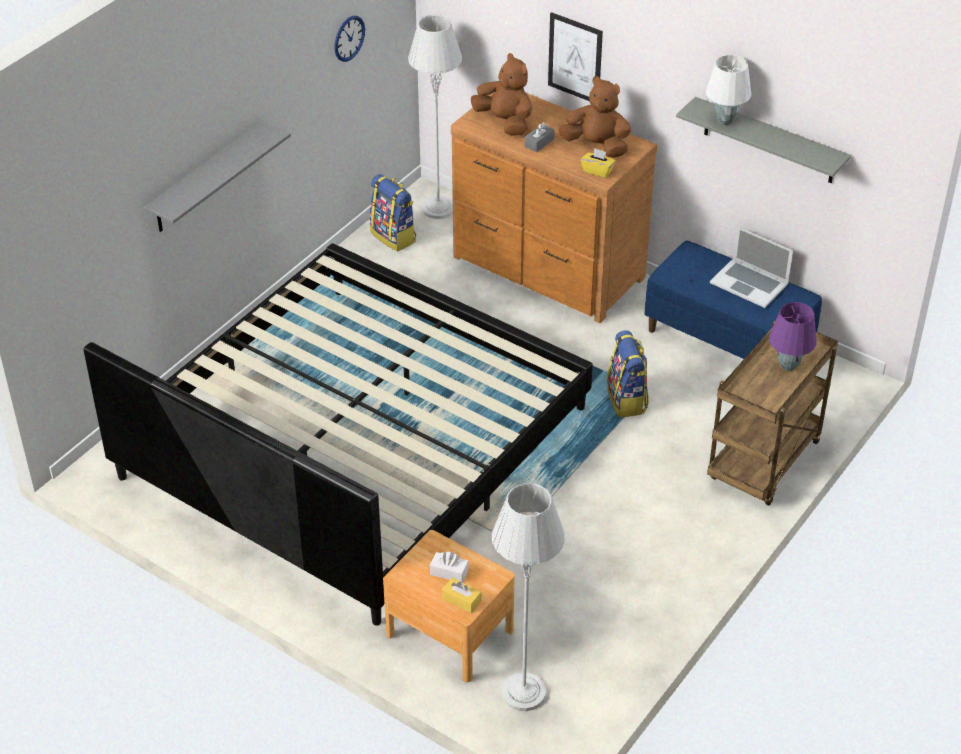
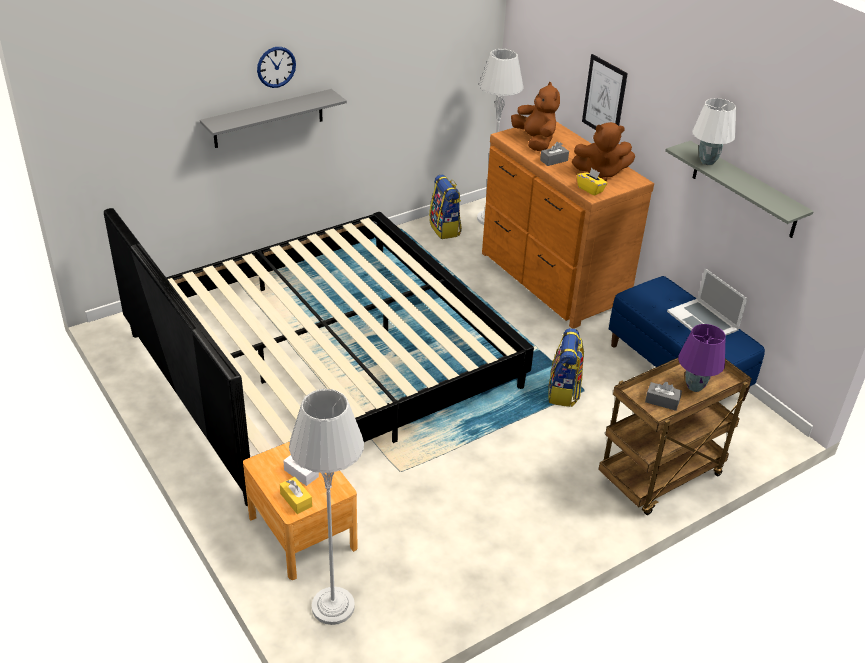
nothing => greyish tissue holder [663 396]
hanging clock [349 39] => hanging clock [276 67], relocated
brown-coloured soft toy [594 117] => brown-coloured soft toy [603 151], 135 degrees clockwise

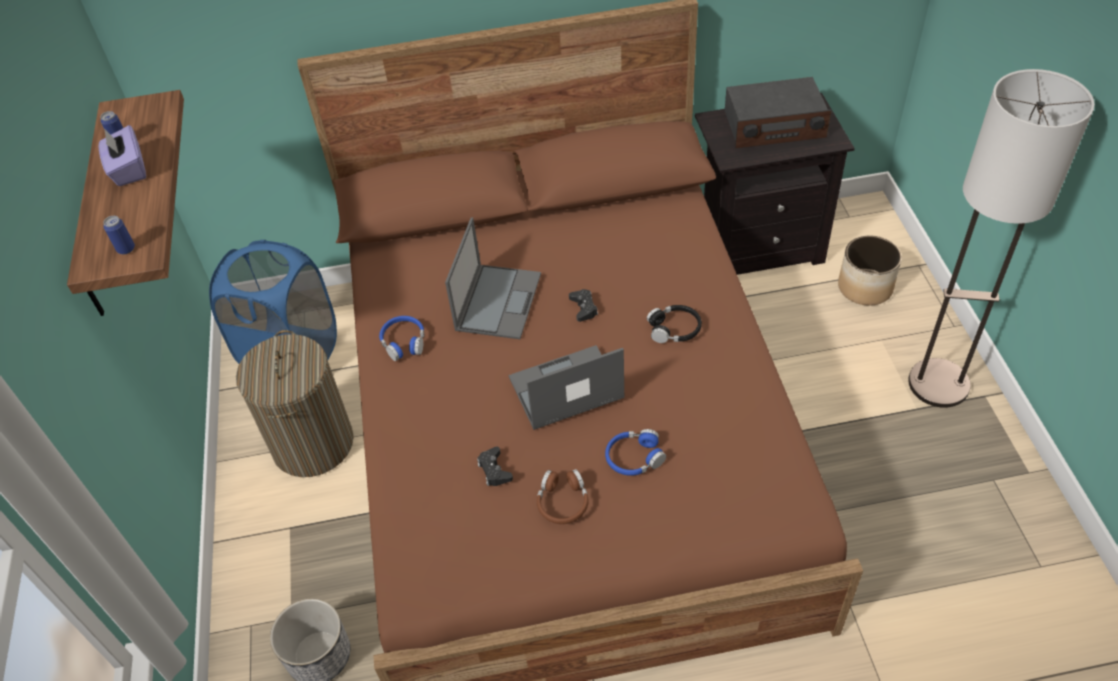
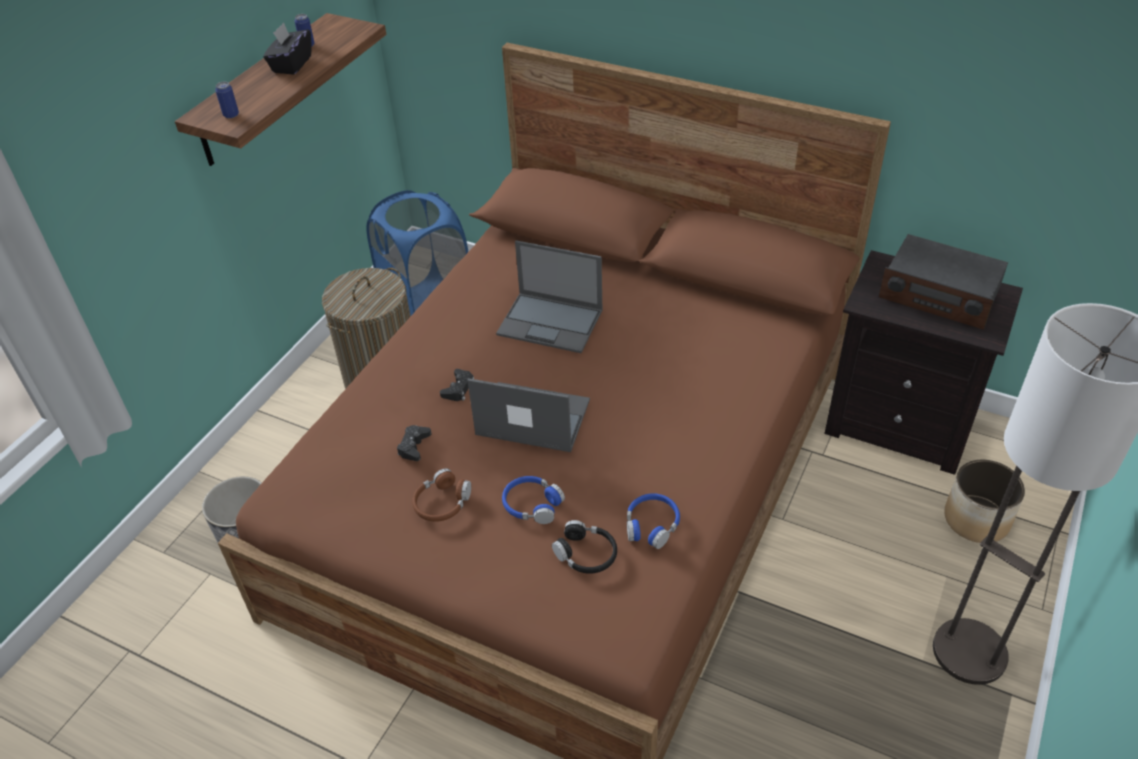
blue-coloured pair of headphones [401 338] => blue-coloured pair of headphones [653 521], relocated
blackish game controller [583 305] => blackish game controller [457 385], relocated
blackish pair of headphones [674 324] => blackish pair of headphones [584 547], relocated
purplish tissue holder [122 155] => blackish tissue holder [287 48]
portable computer [493 278] => portable computer [549 296], 60 degrees clockwise

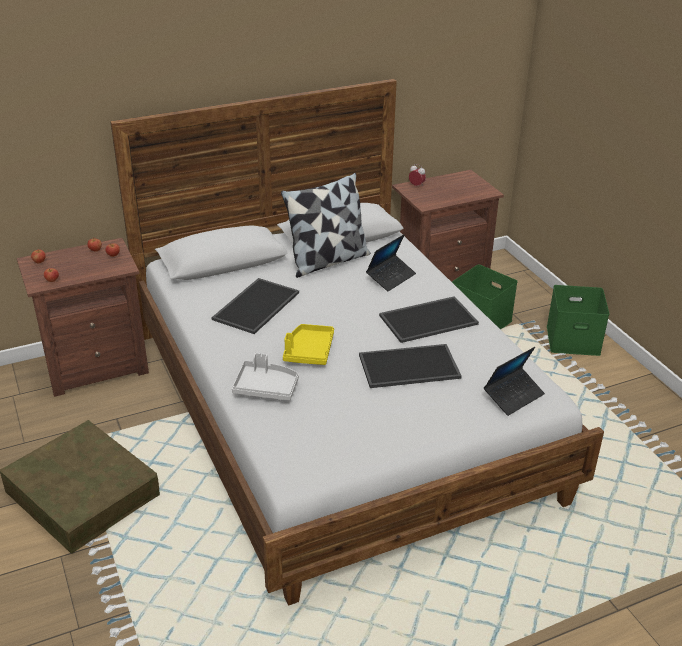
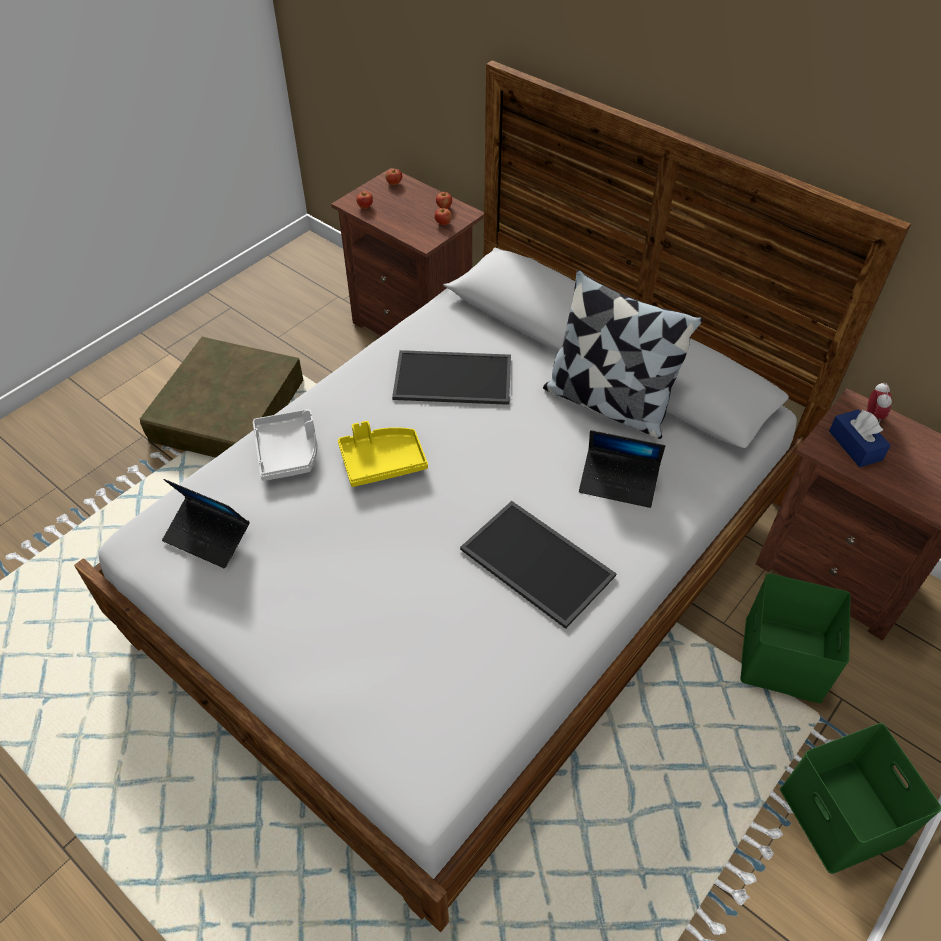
carrying tray [410 366] => nothing
nothing => blue-coloured tissue holder [860 438]
portable computer [514 381] => portable computer [206 523], relocated

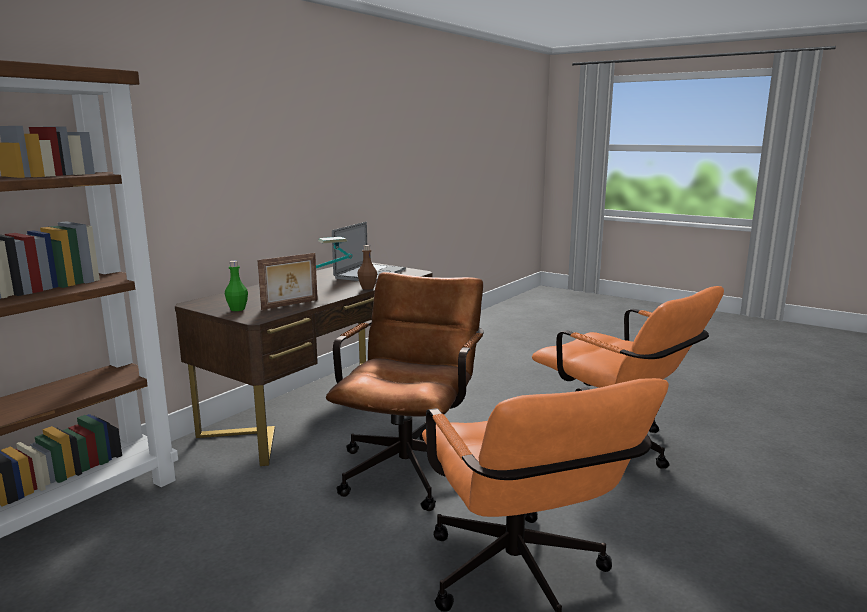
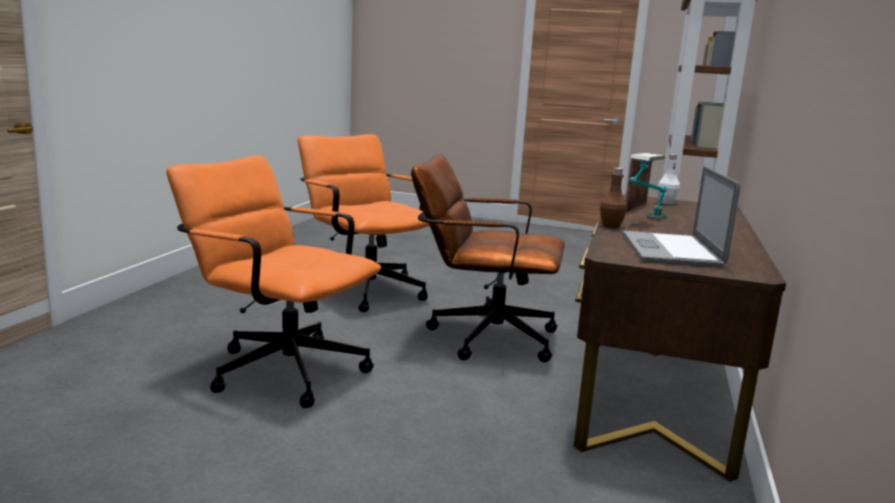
greenish drink bottle [236 286] => white drink bottle [668 179]
brown-coloured computer chair [405 391] => brown-coloured computer chair [488 258], 105 degrees clockwise

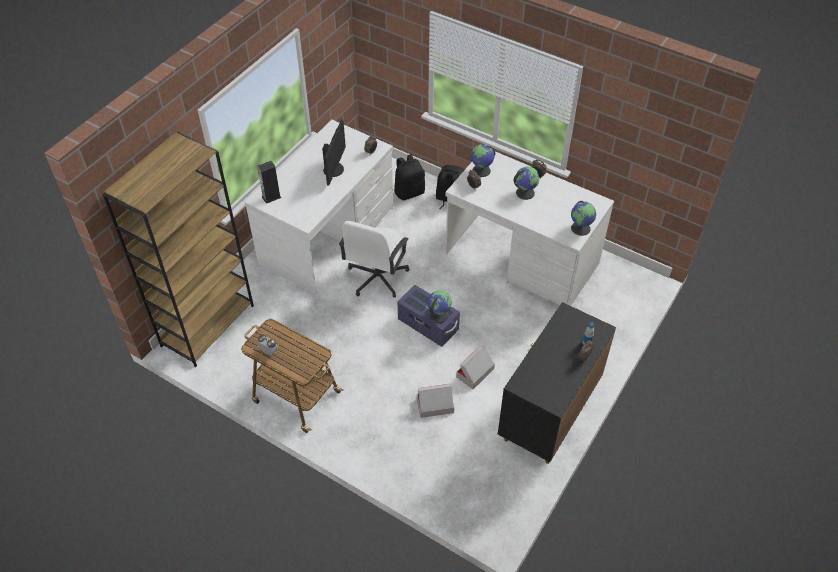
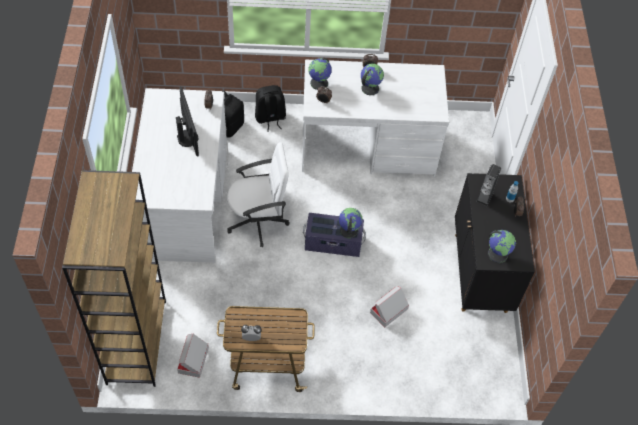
speaker [269 182] => speaker [488 185], relocated
cardboard box [475 367] => cardboard box [193 356], relocated
world globe [584 218] => world globe [502 246], relocated
white computer chair [374 259] => white computer chair [258 194], 90 degrees counterclockwise

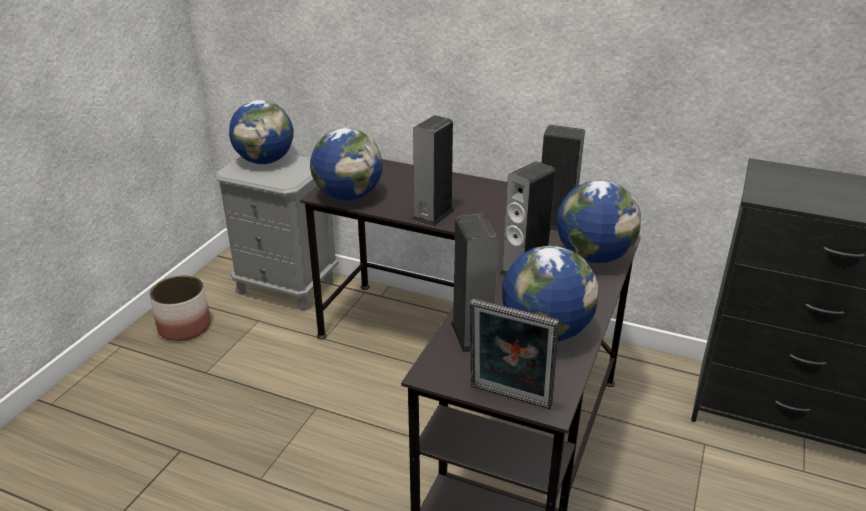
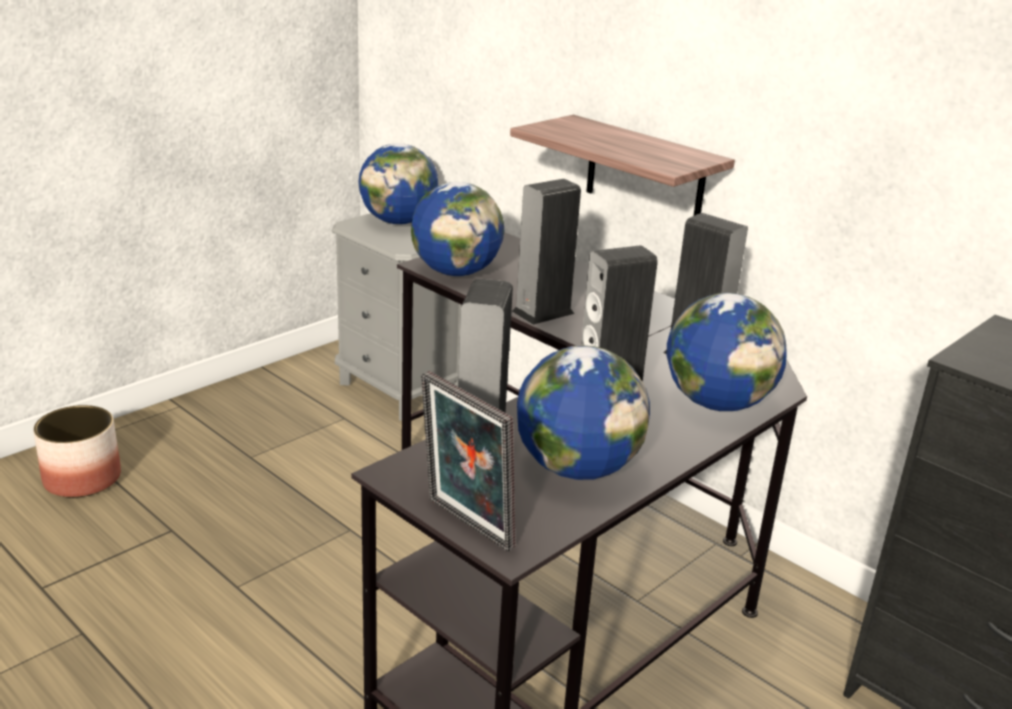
nothing => shelf [622 165]
plant pot [180 308] => plant pot [77 451], relocated

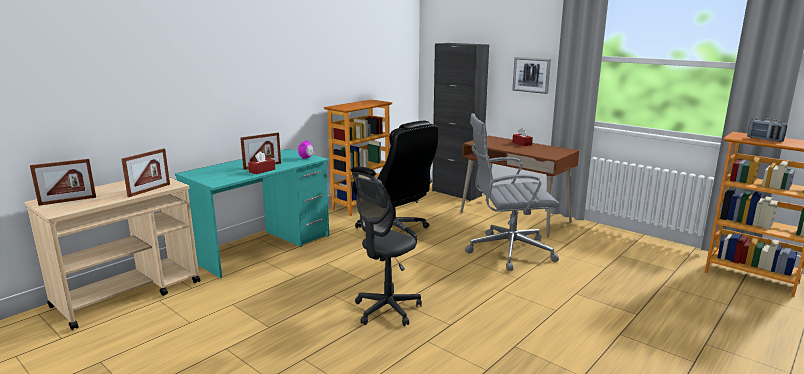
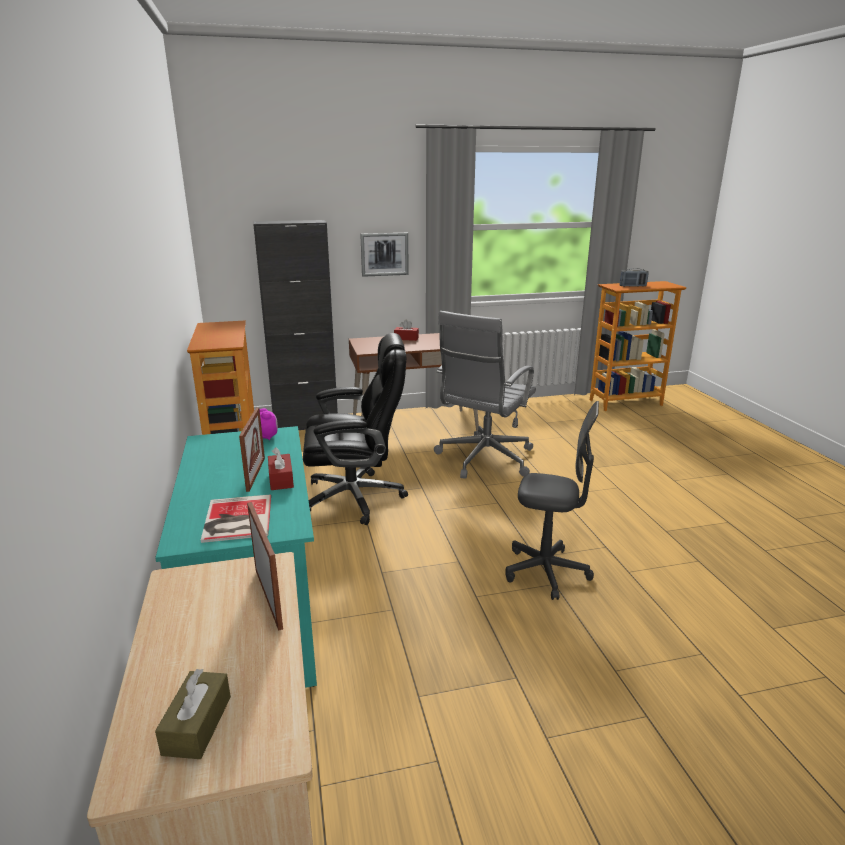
nothing => book [236 519]
photo frame [63 182] => brown-coloured tissue holder [193 714]
greyish computer chair [388 251] => greyish computer chair [552 500], 60 degrees counterclockwise

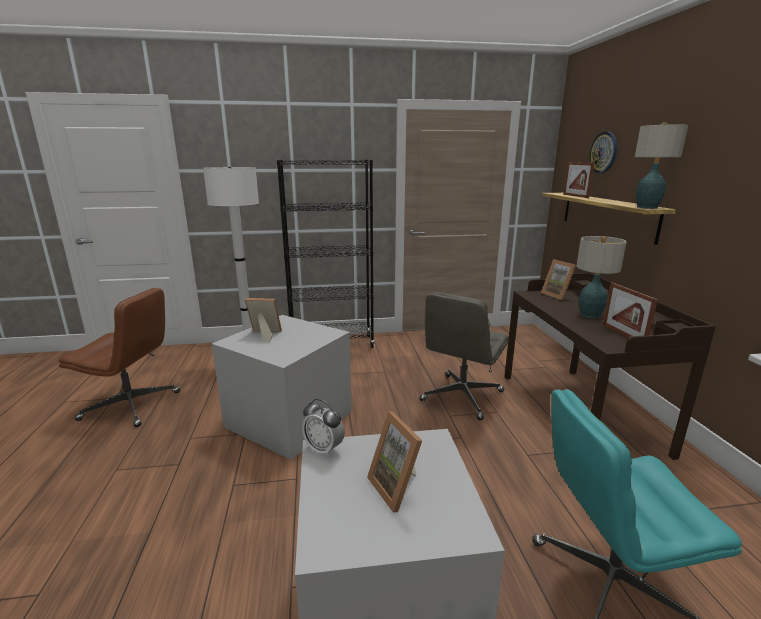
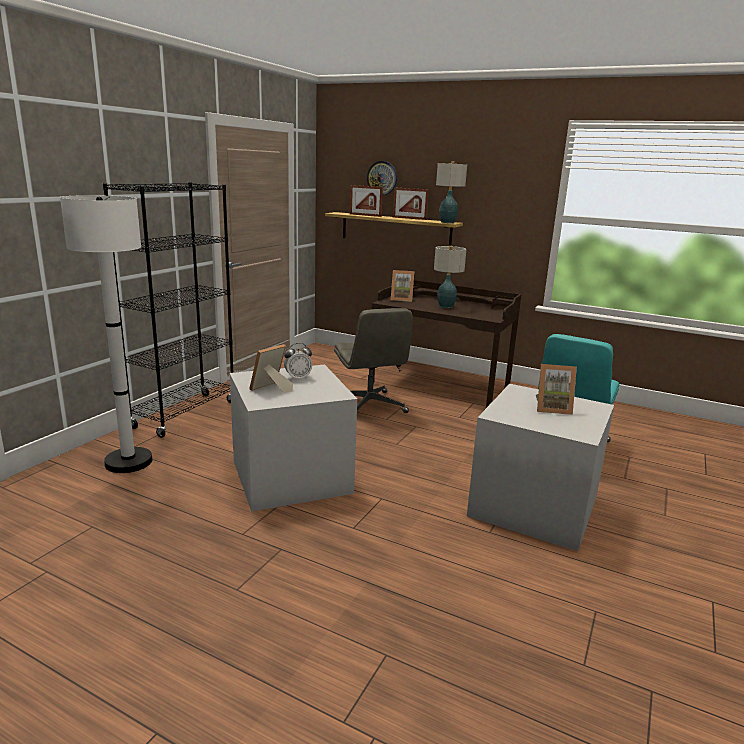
brown-coloured computer chair [119 357] => nothing
bedside clock [323 428] => bedside clock [298 361], relocated
photo frame [630 310] => photo frame [411 204], relocated

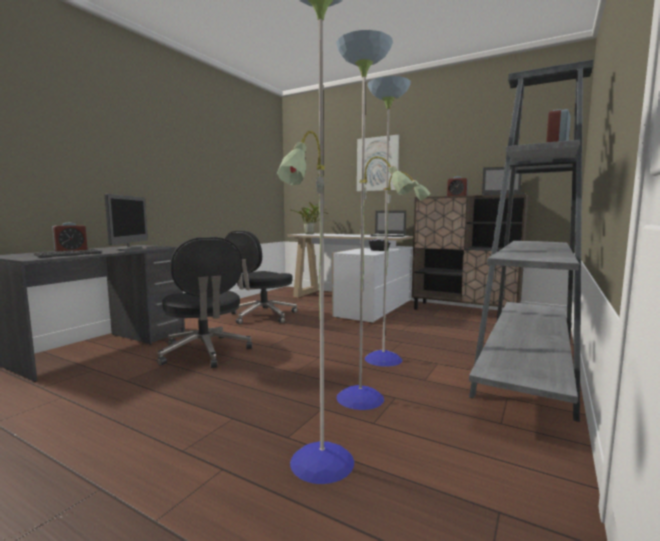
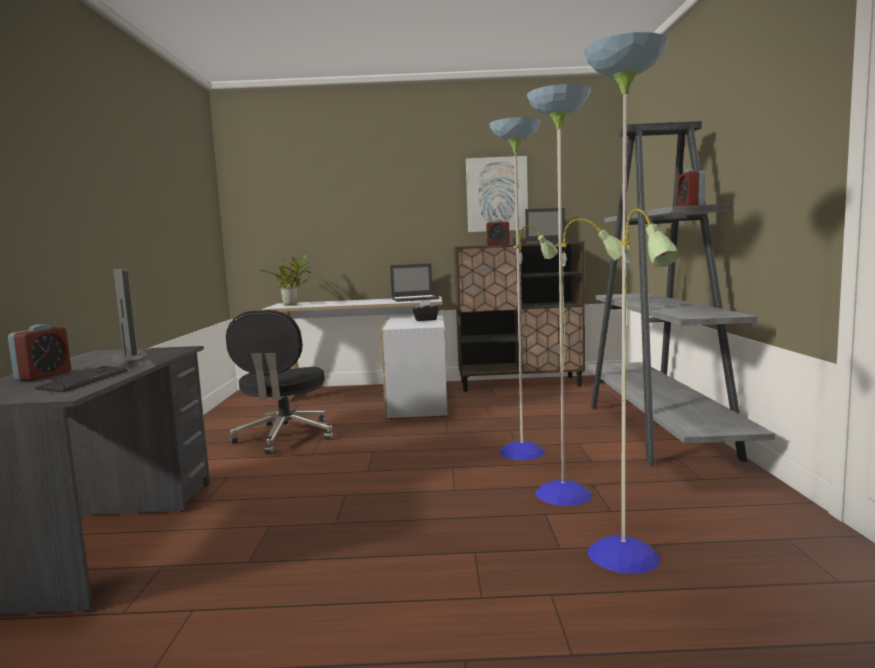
blackish computer chair [204 302] => nothing
wall picture [378 163] => wall picture [497 194], relocated

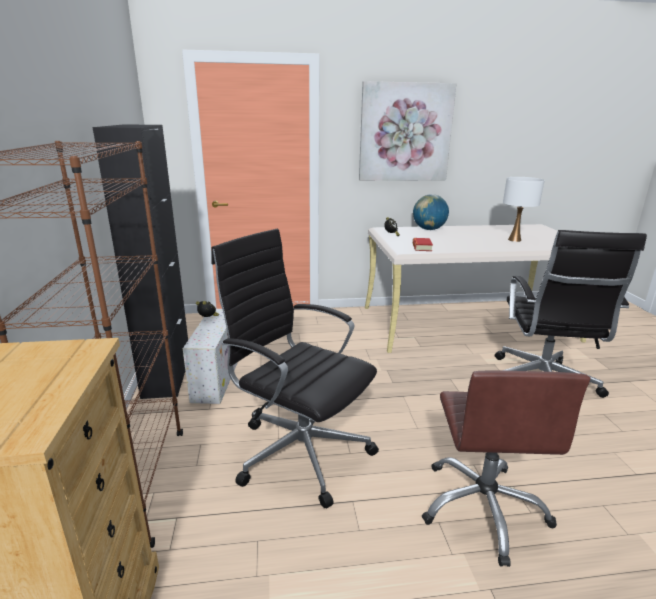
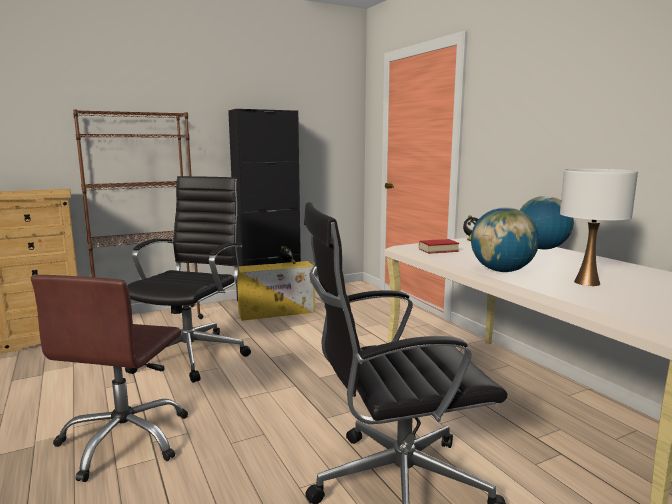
wall picture [408 131] => nothing
nothing => world globe [505 239]
white storage container [210 356] => yellowish storage container [276 291]
brown-coloured computer chair [506 469] => brown-coloured computer chair [109 378], 60 degrees counterclockwise

